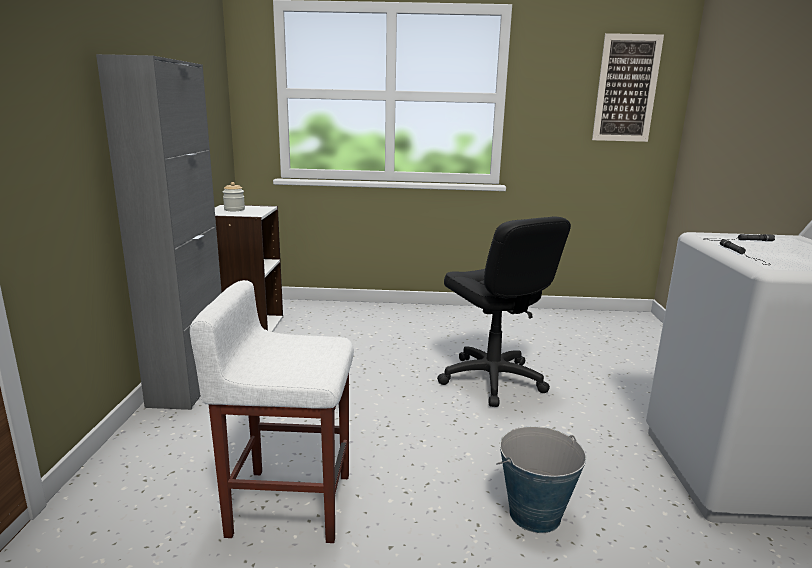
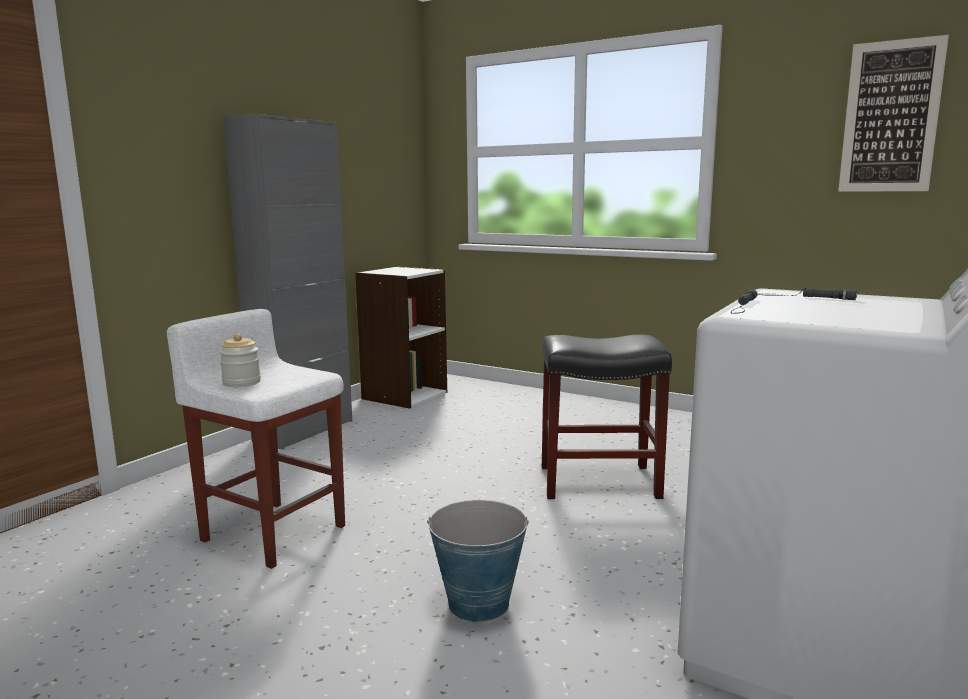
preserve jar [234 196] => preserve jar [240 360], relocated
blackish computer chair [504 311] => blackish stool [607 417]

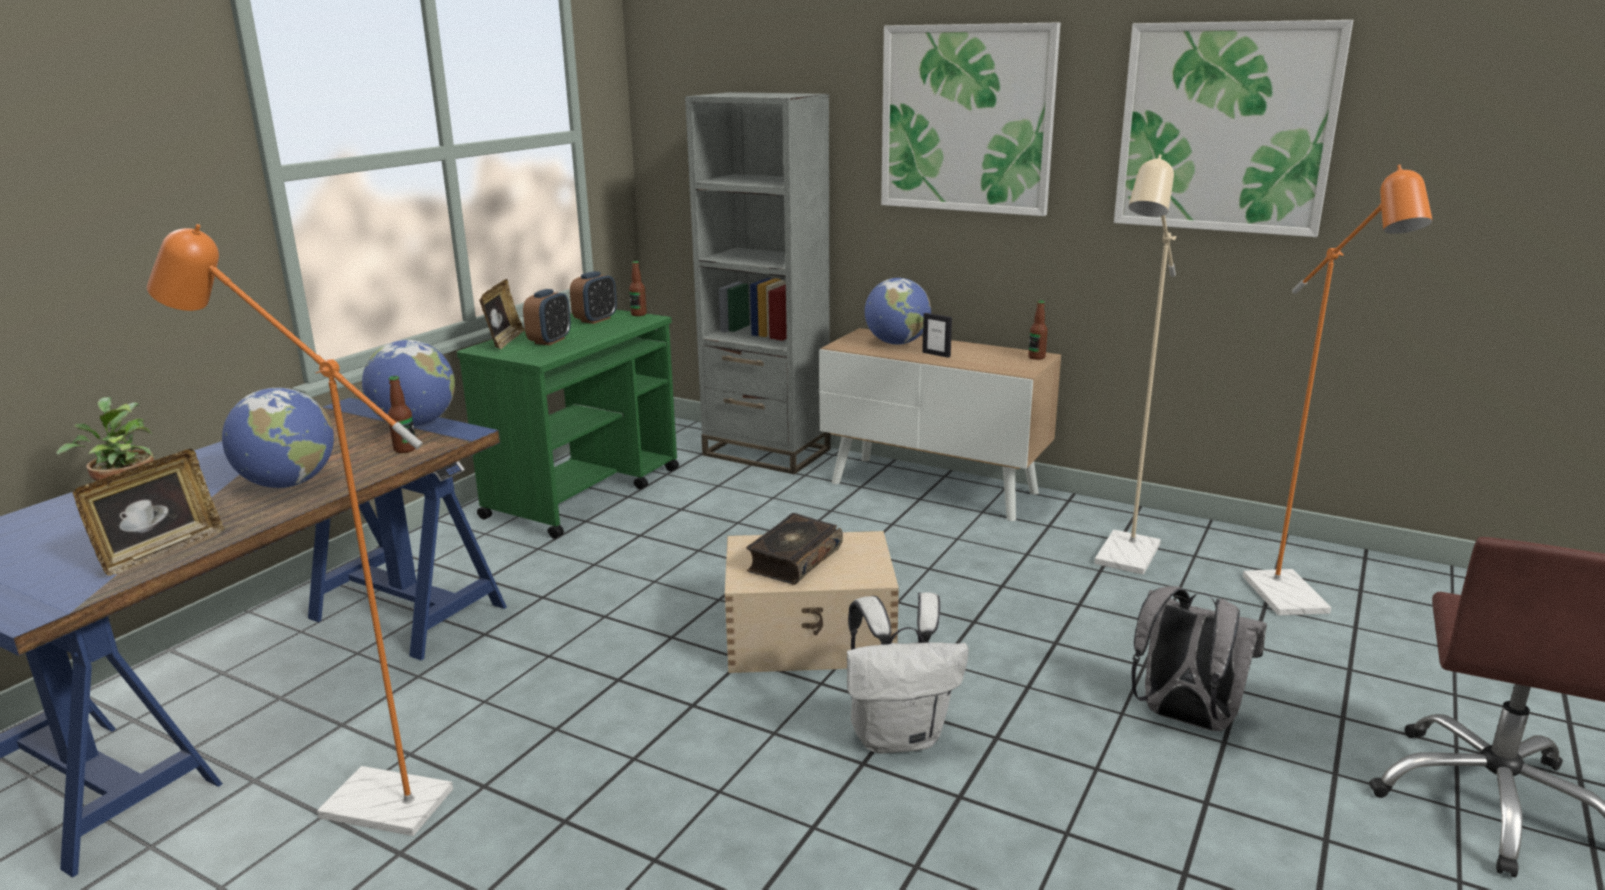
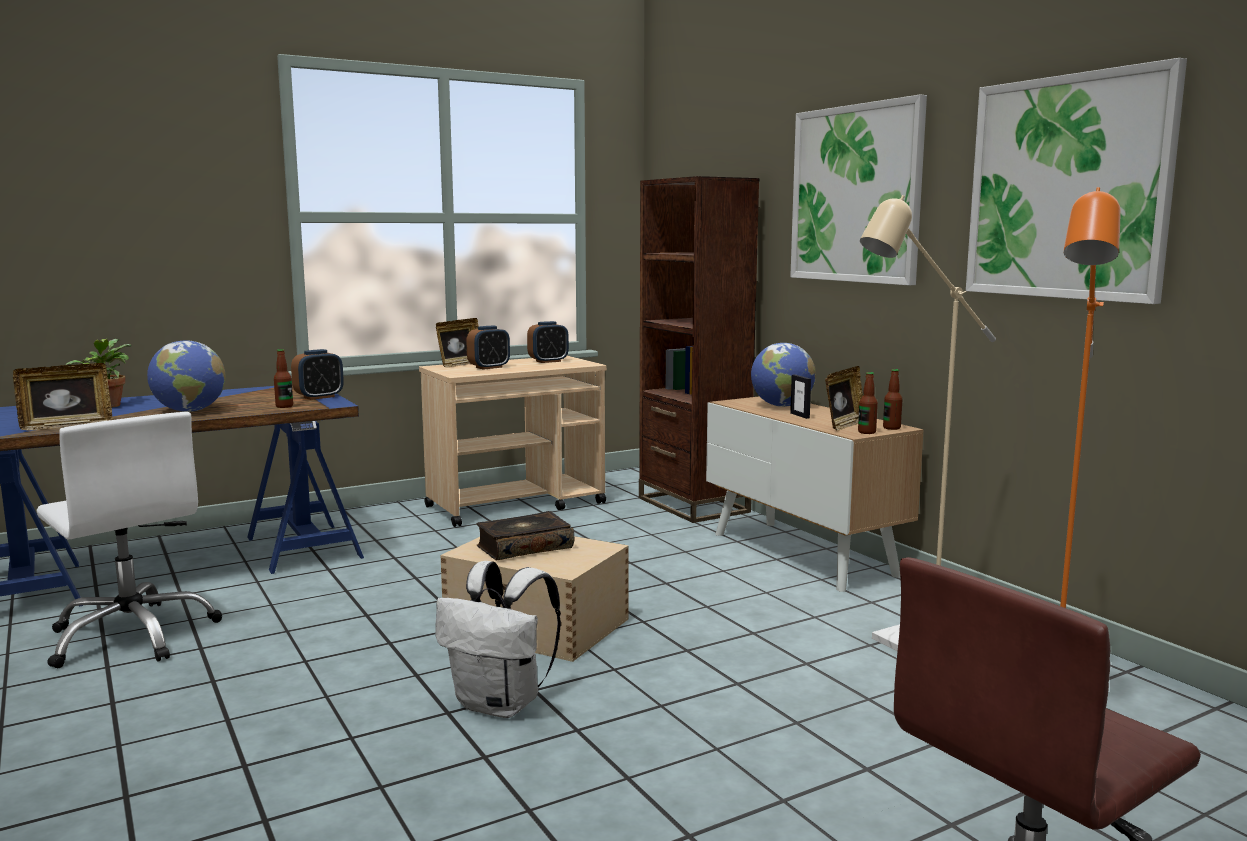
greyish backpack [1199 658] => nothing
nothing => photo frame [844 398]
drink bottle [638 288] => drink bottle [868 403], relocated
orange-coloured floor lamp [300 530] => white computer chair [129 540]
world globe [408 383] => bedside clock [317 374]
greenish wheeled cart [568 424] => beige-coloured wheeled cart [513 441]
greyish bookcase [758 283] => brown-coloured bookcase [699 349]

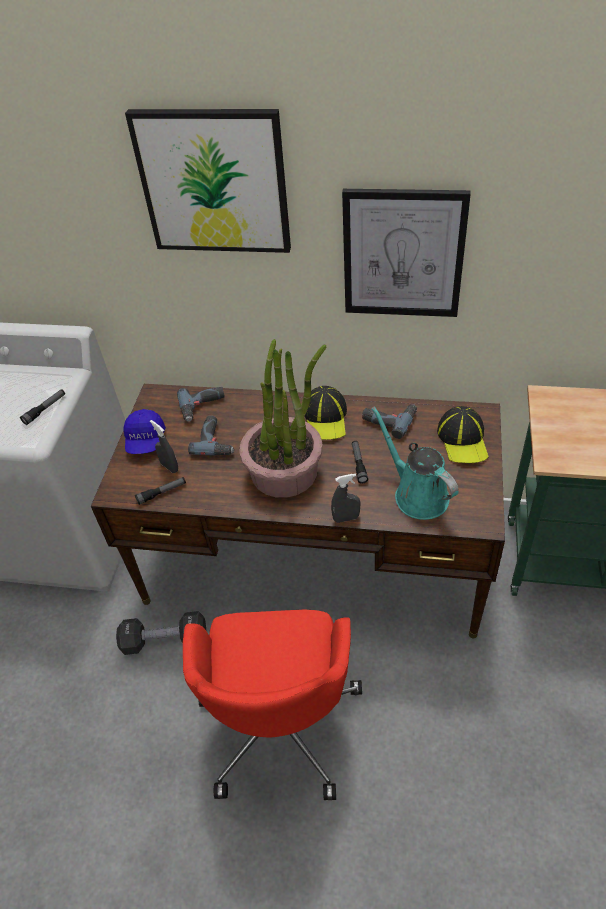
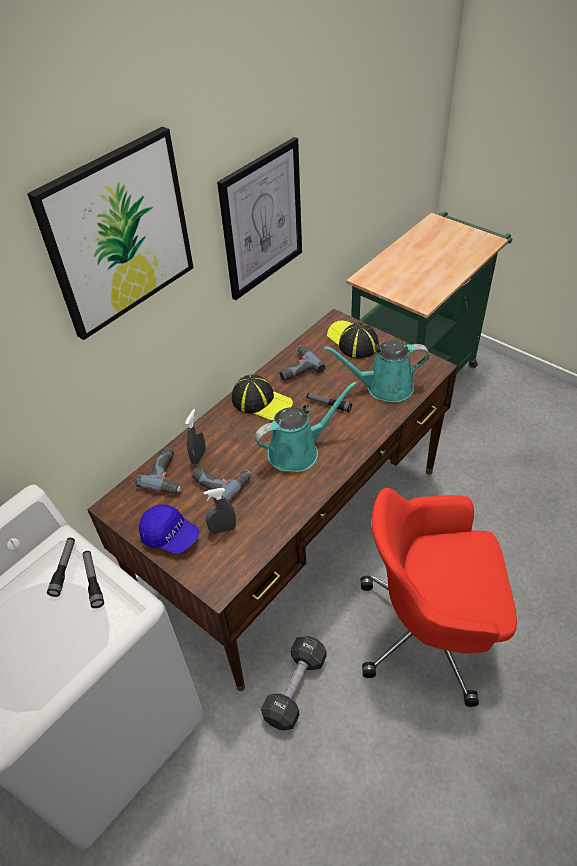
hand torch [160 491] => hand torch [61 567], relocated
greyish hand sprayer [345 498] => greyish hand sprayer [195 437], relocated
plant in a pot [282 418] => blue-green watering can [305 427]
red computer chair [272 705] => red computer chair [439 597], 150 degrees clockwise
cap [463 434] => cap [353 339], 150 degrees counterclockwise

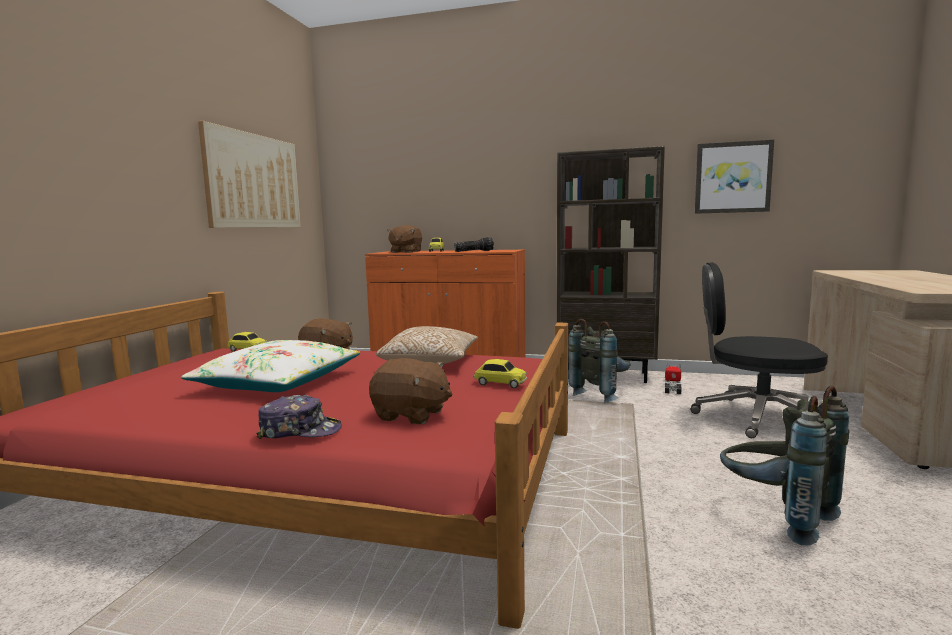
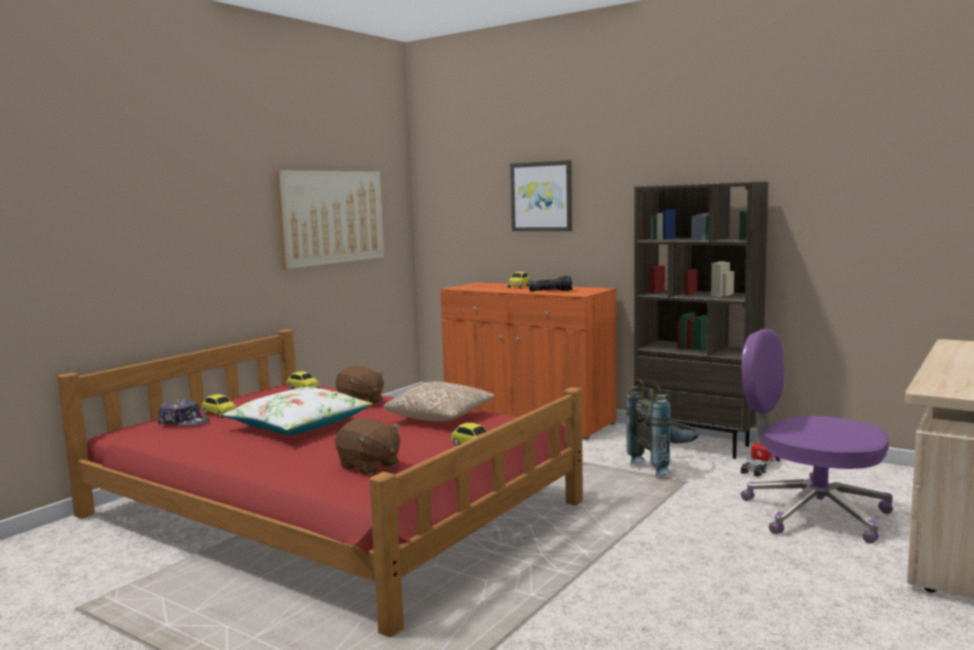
brown-coloured soft toy [404 239] => nothing
greyish backpack [785 466] => nothing
nothing => miniature car [219 406]
cap [299 417] => cap [183 412], relocated
wall picture [734 177] => wall picture [541 195], relocated
blackish computer chair [759 350] => purplish computer chair [817 436]

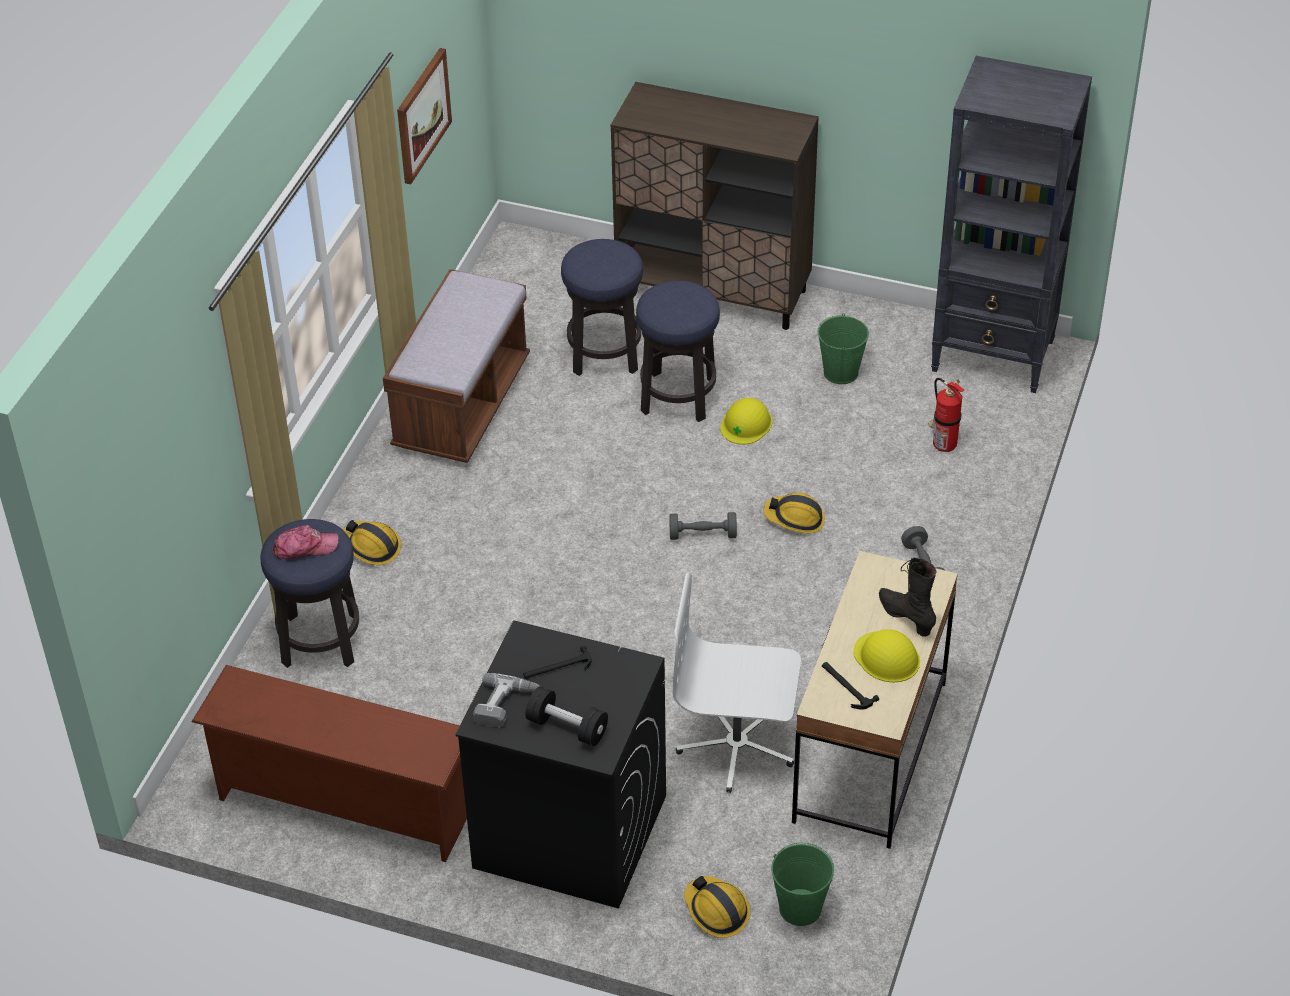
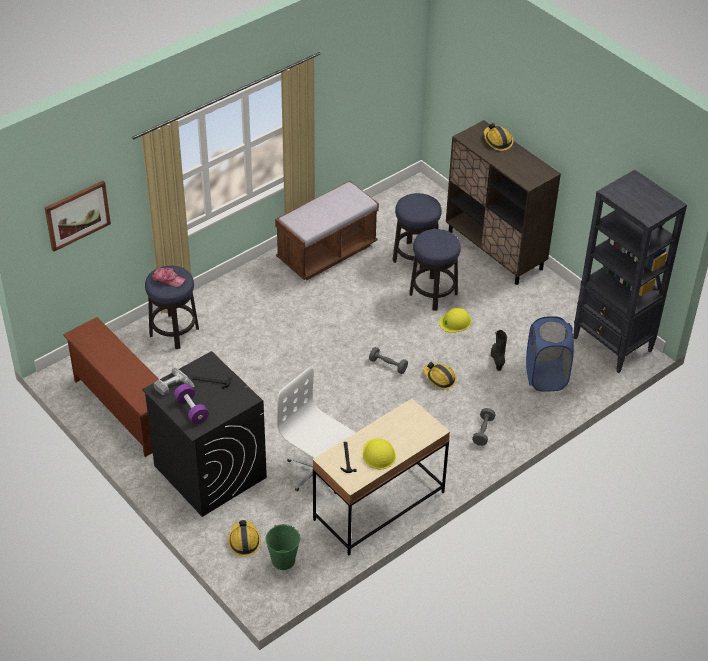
greenish bucket [843 348] => nothing
hard hat [372 542] => hard hat [498 137], relocated
wall picture [424 116] => wall picture [78 216], relocated
blackish high-top boot [907 597] => blackish high-top boot [499 350], relocated
fire extinguisher [946 415] => blue-coloured laundry basket [550 354]
blackish free weight [566 716] => purplish free weight [191 404]

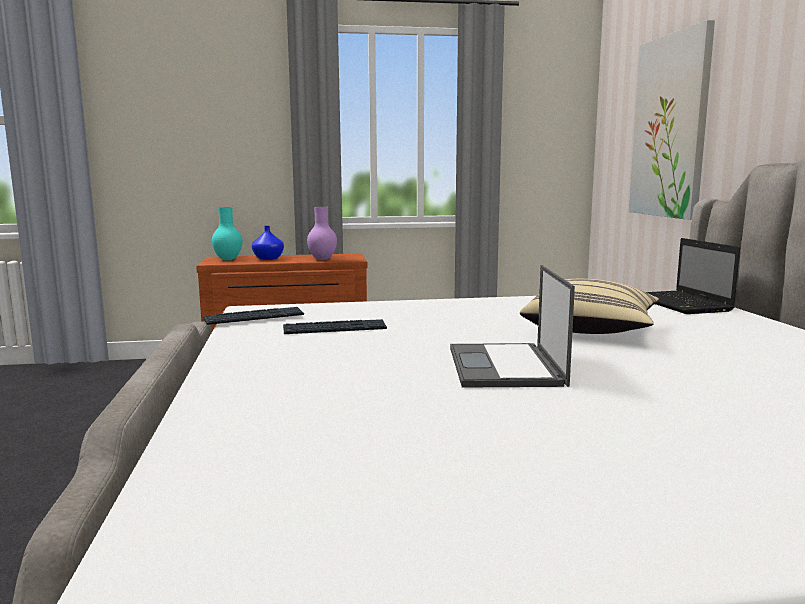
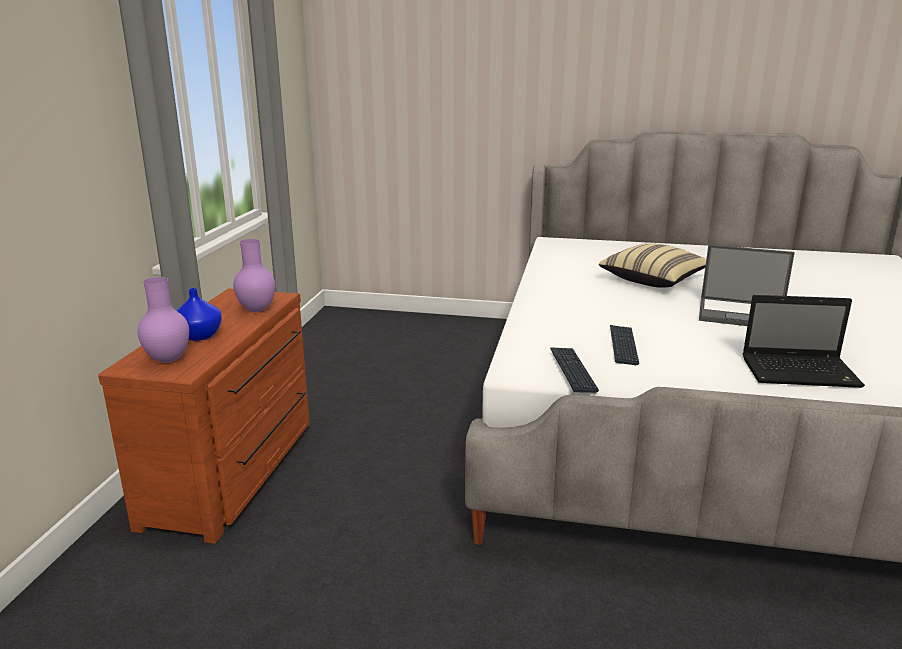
wall picture [672 120] => nothing
portable computer [693 276] => portable computer [804 341], relocated
blue-green decorative vase [227 234] => purplish decorative vase [163 320]

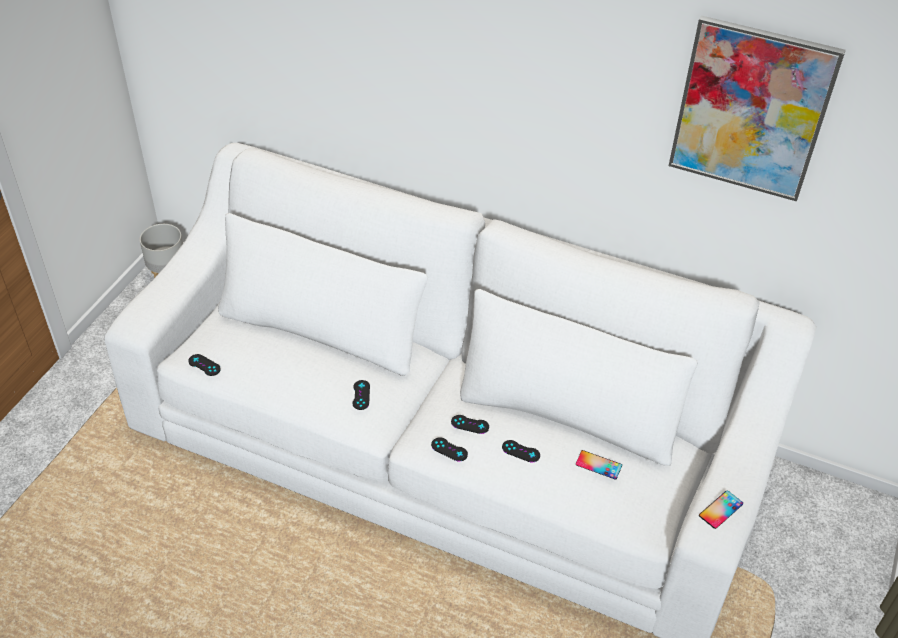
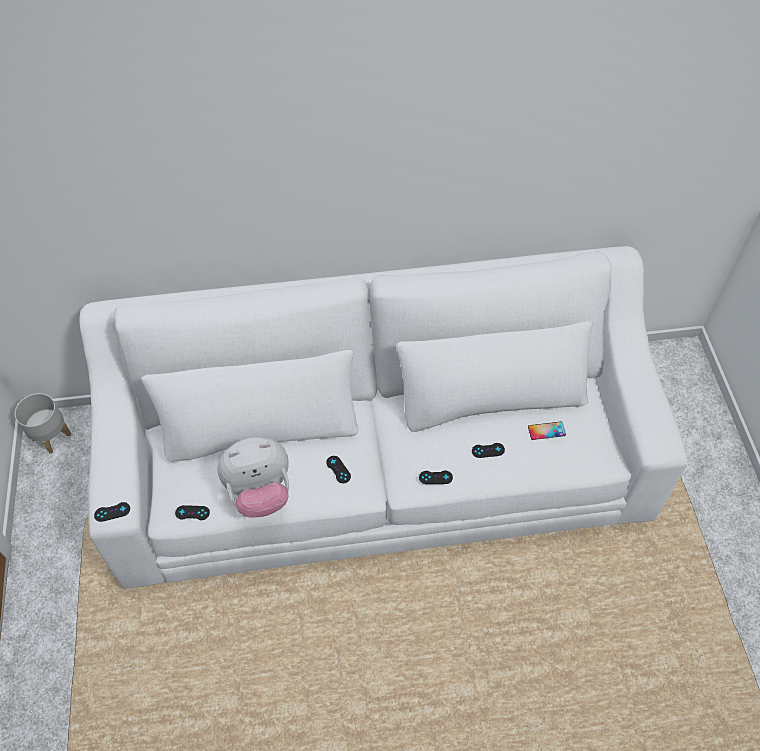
wall picture [757 109] => nothing
handset [721 509] => nothing
nothing => soft toy [253 477]
blackish game controller [470 424] => blackish game controller [112 512], relocated

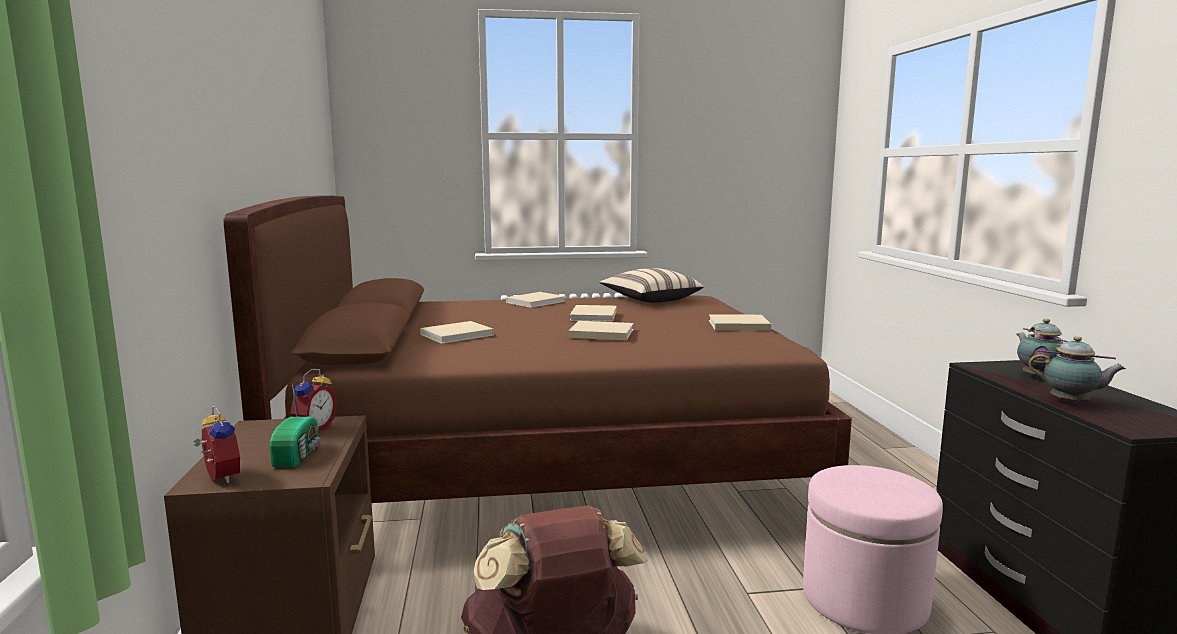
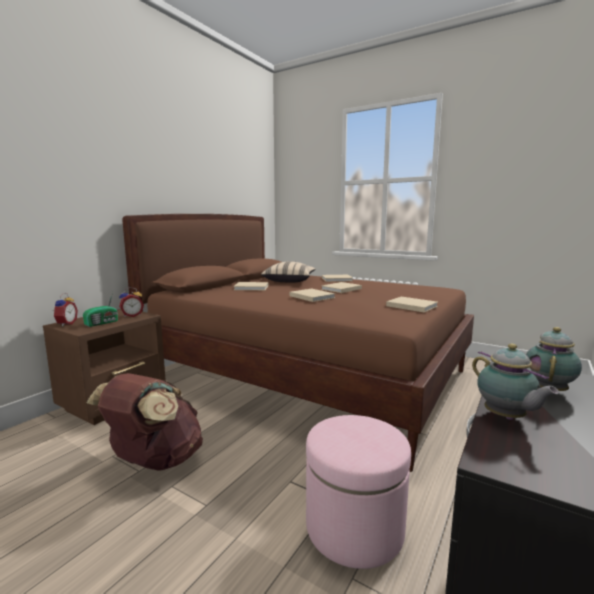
beige-coloured cushion [651 285] => beige-coloured cushion [288 272], relocated

